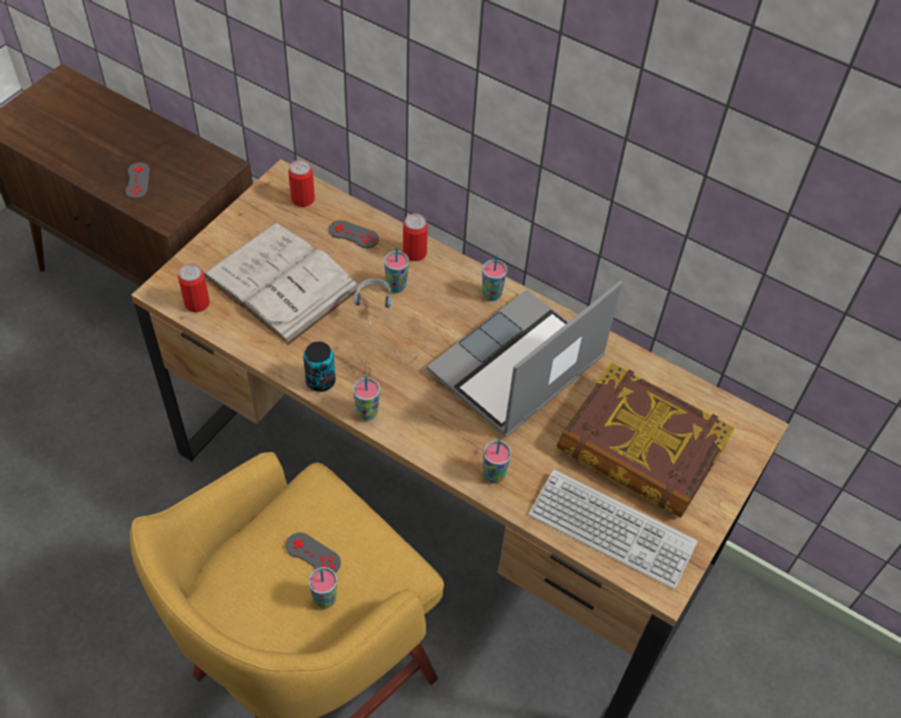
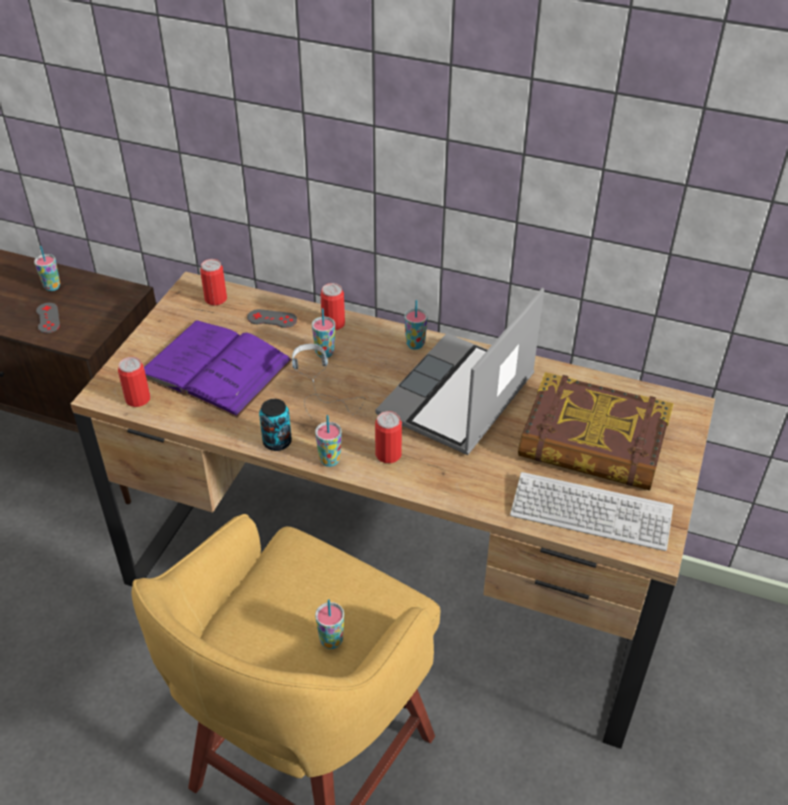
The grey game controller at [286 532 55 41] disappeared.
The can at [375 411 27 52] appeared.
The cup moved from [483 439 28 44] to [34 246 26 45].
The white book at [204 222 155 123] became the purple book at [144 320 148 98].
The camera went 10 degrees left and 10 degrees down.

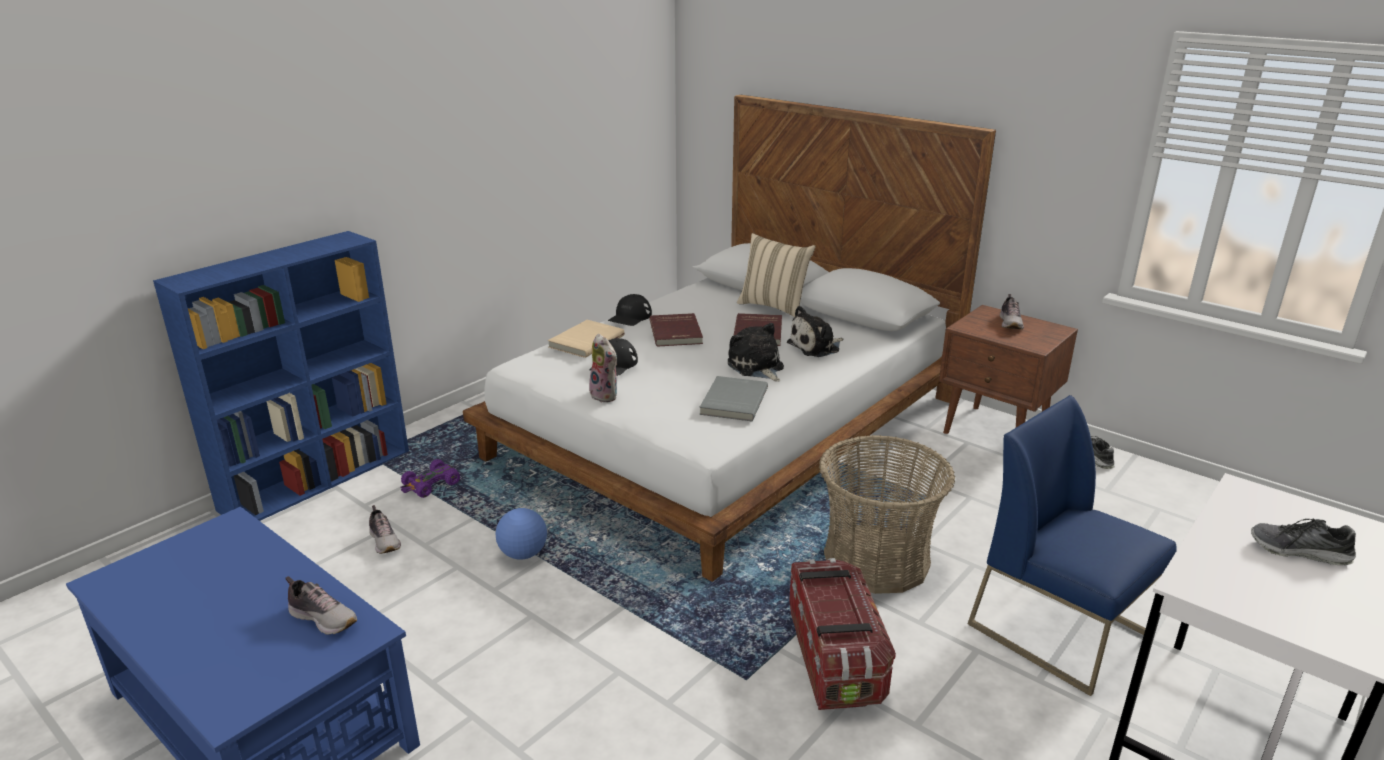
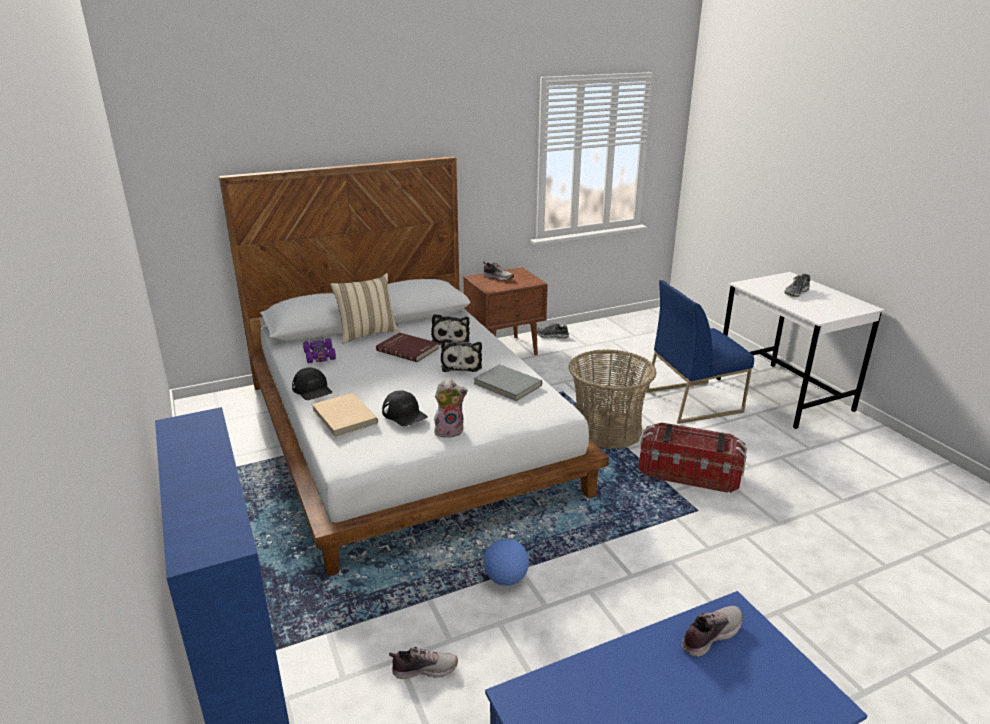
The red book at [649 313 54 34] disappeared.
The purple toy car moved from [400 459 60 39] to [303 338 33 25].
The plush toy at [728 323 56 59] turned 90 degrees counterclockwise.
The camera went 65 degrees left and 0 degrees up.

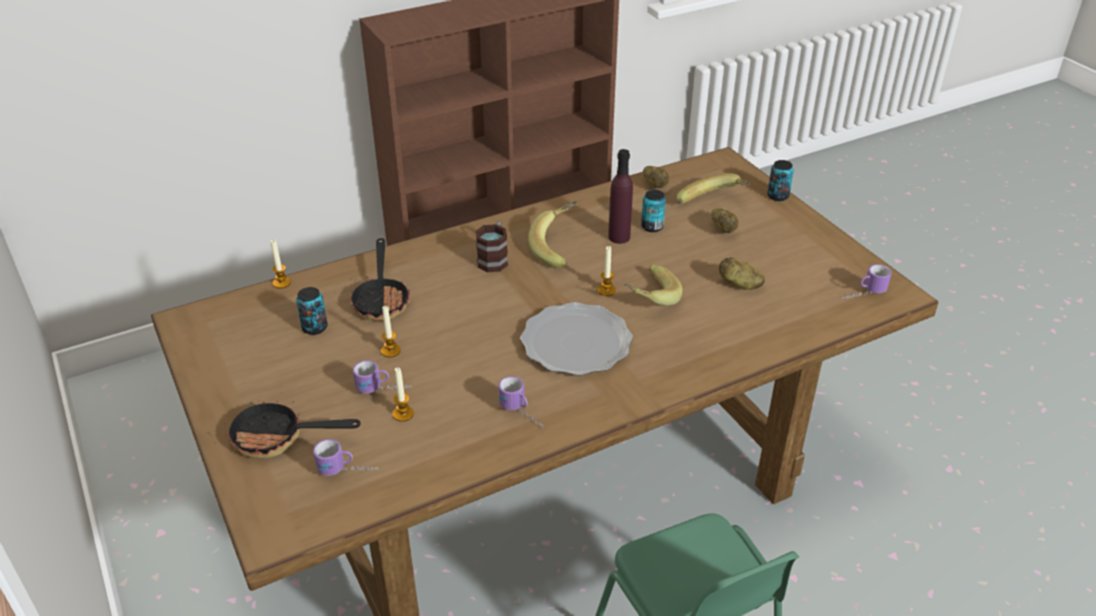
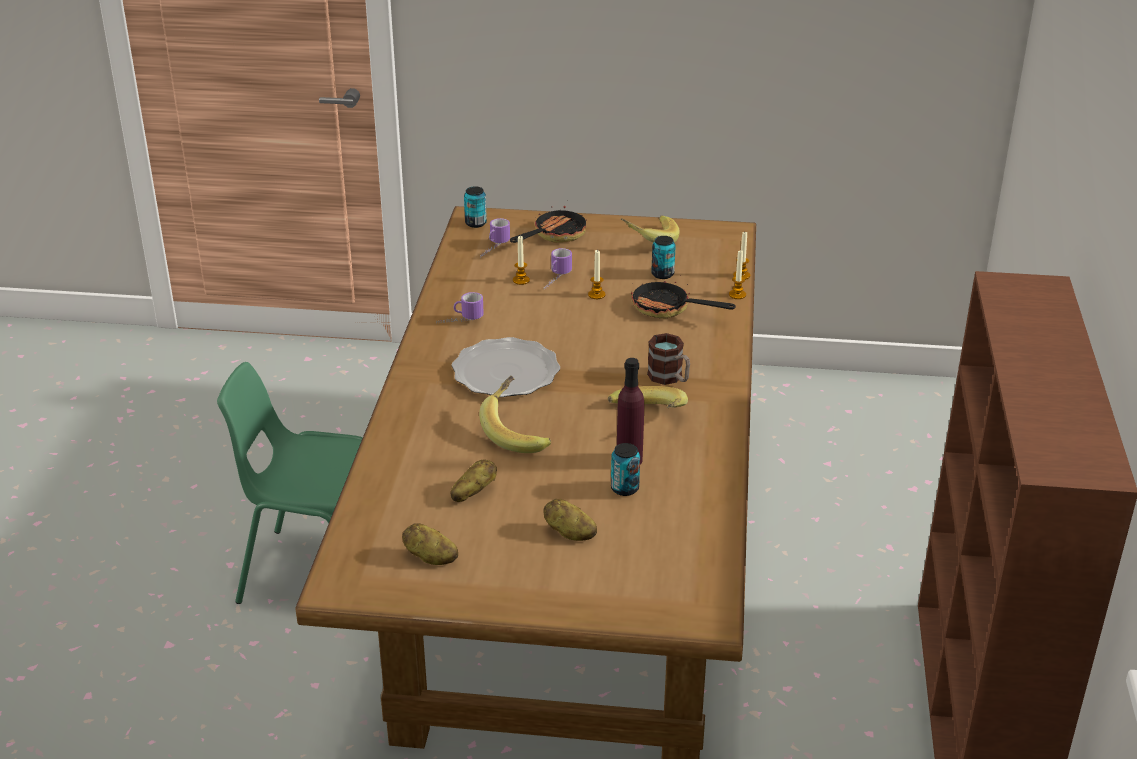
The mug at [842 264 50 35] disappeared.
The candle moved from [598 246 18 50] to [729 250 17 49].
The potato moved from [643 166 26 22] to [402 523 56 42].
The banana moved from [677 173 73 31] to [621 216 59 27].
The can moved from [767 160 27 41] to [464 186 23 42].
The camera went 125 degrees right and 5 degrees down.

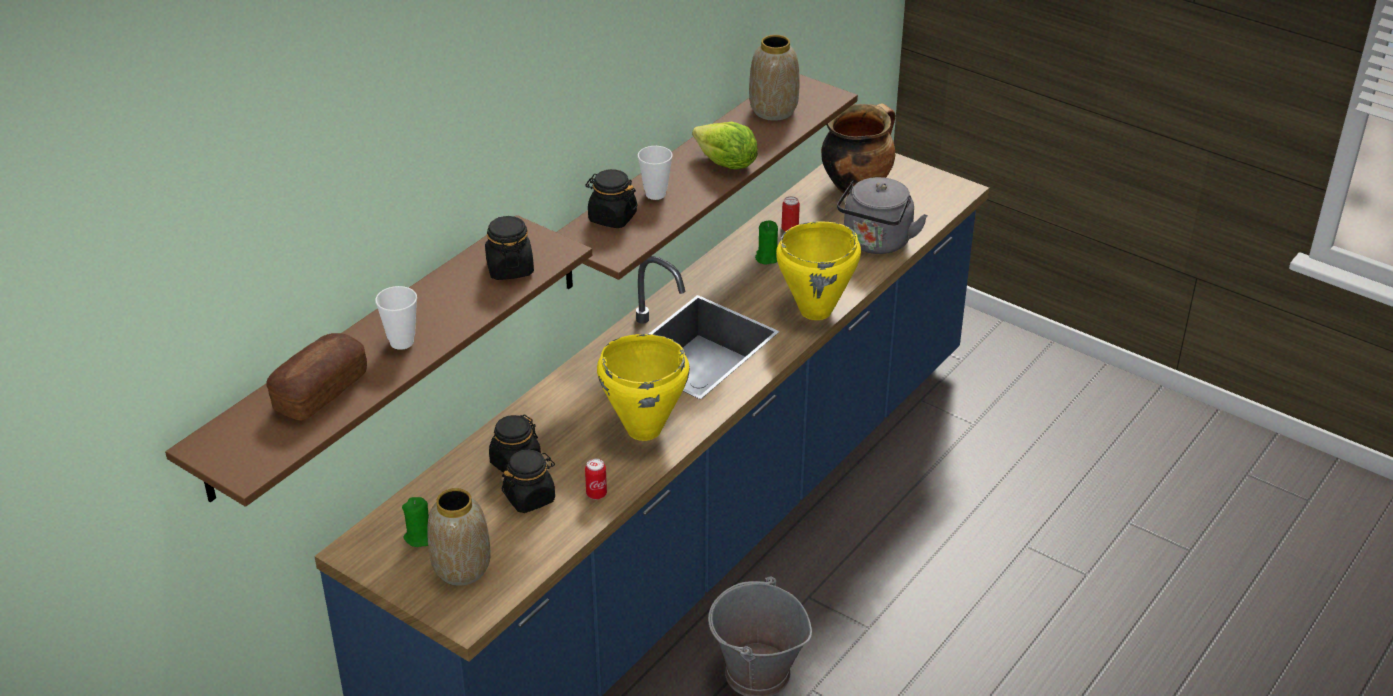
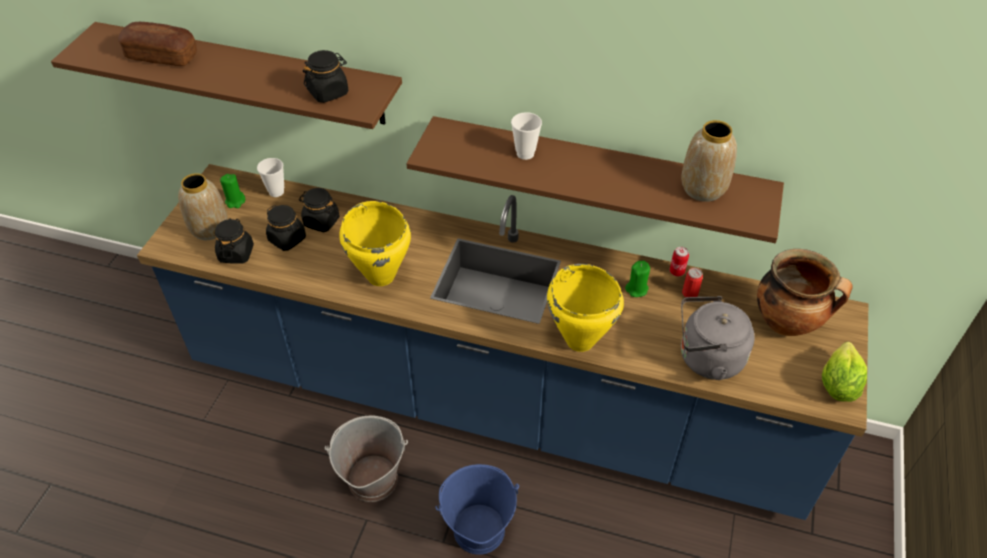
The blue bucket at [435 464 84 91] appeared.
The cup moved from [375 286 42 64] to [257 158 27 39].
The can moved from [585 458 22 41] to [670 247 19 29].
The black jar moved from [586 169 52 59] to [215 218 39 46].
The lettuce moved from [692 122 66 48] to [822 342 45 60].
The camera went 70 degrees right and 10 degrees up.

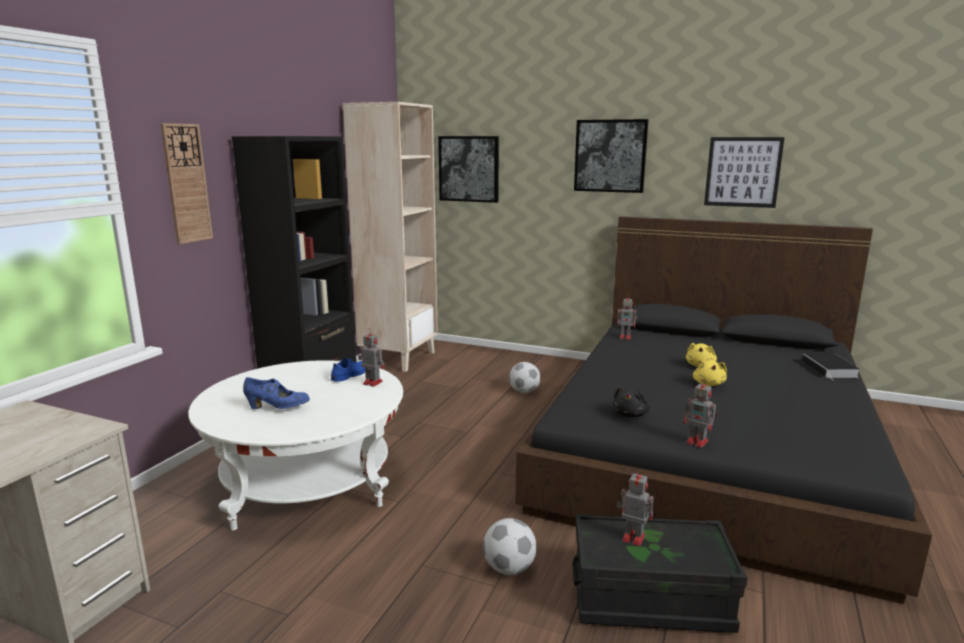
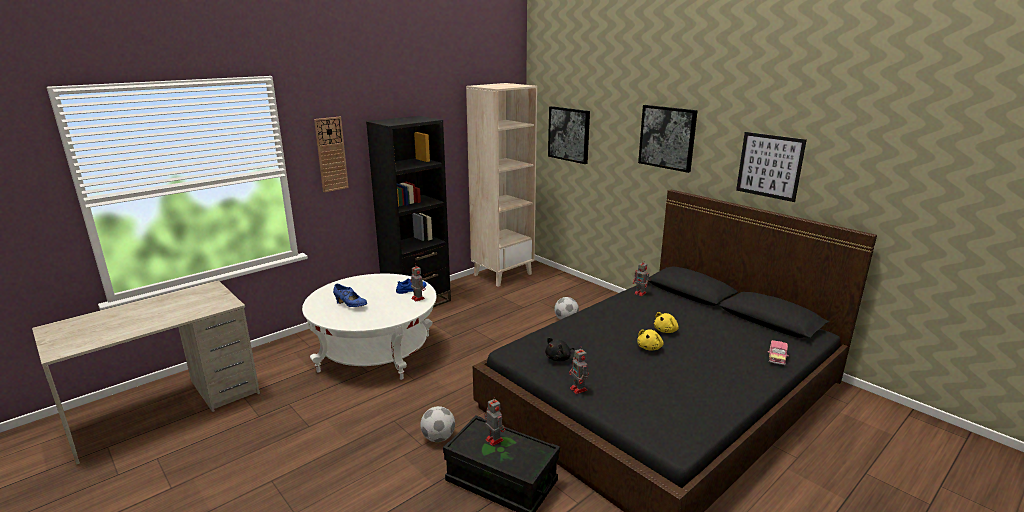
The book at [802 354 58 27] was replaced by the toy car at [768 340 21 25].
The camera went 25 degrees right and 5 degrees up.

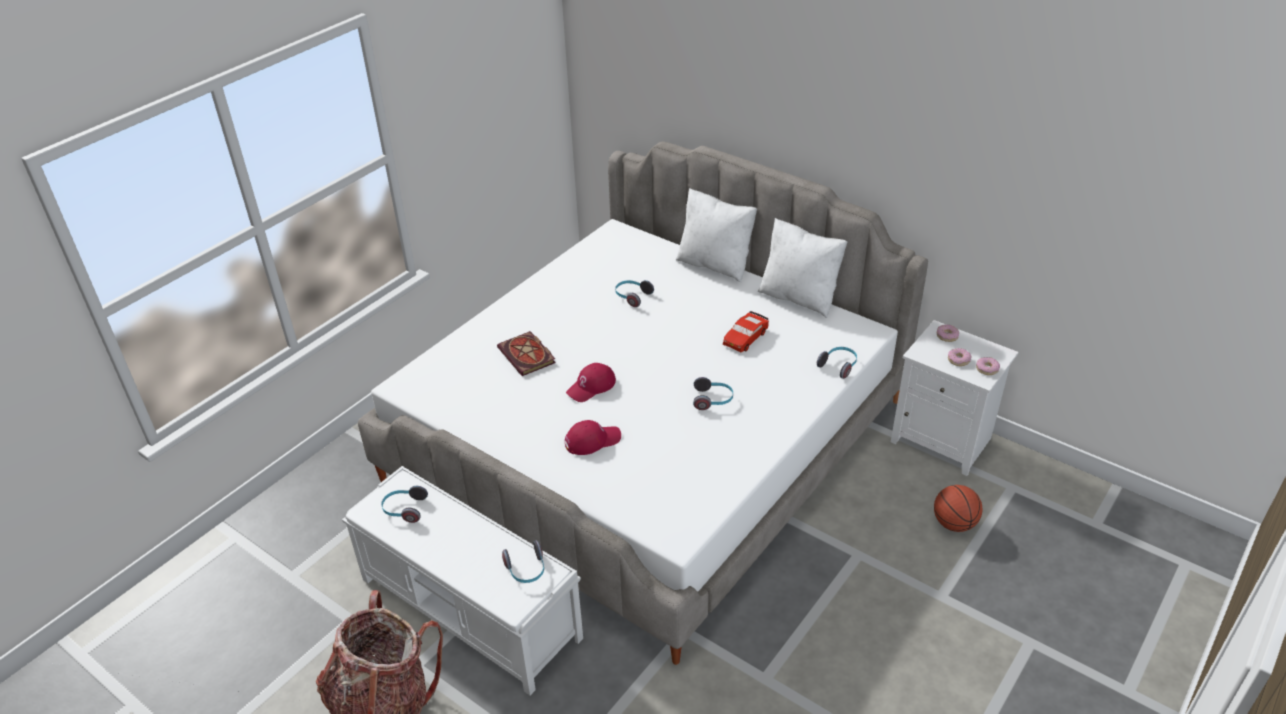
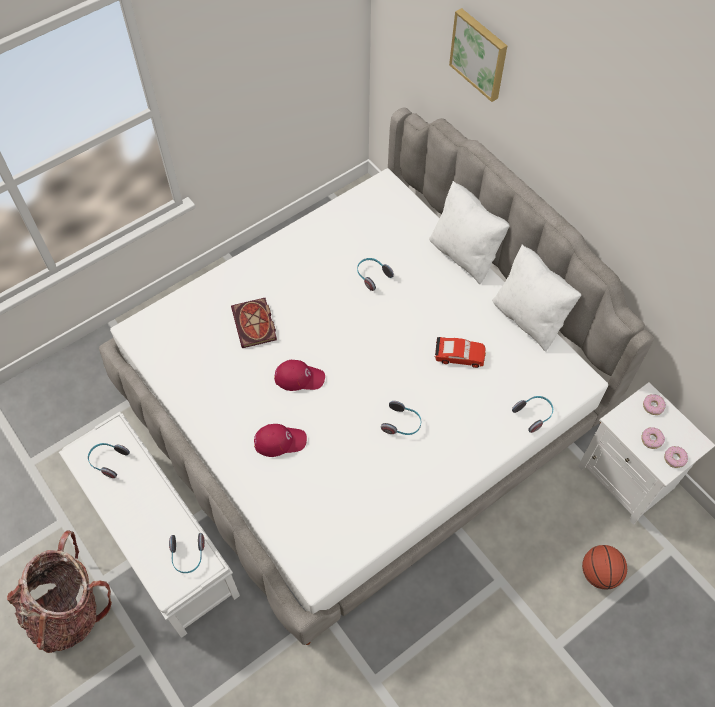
The picture at [449 8 58 94] appeared.
The red cap at [566 363 50 39] turned 150 degrees counterclockwise.
The red toy car at [723 311 46 41] turned 135 degrees counterclockwise.
The camera went 15 degrees right and 20 degrees up.

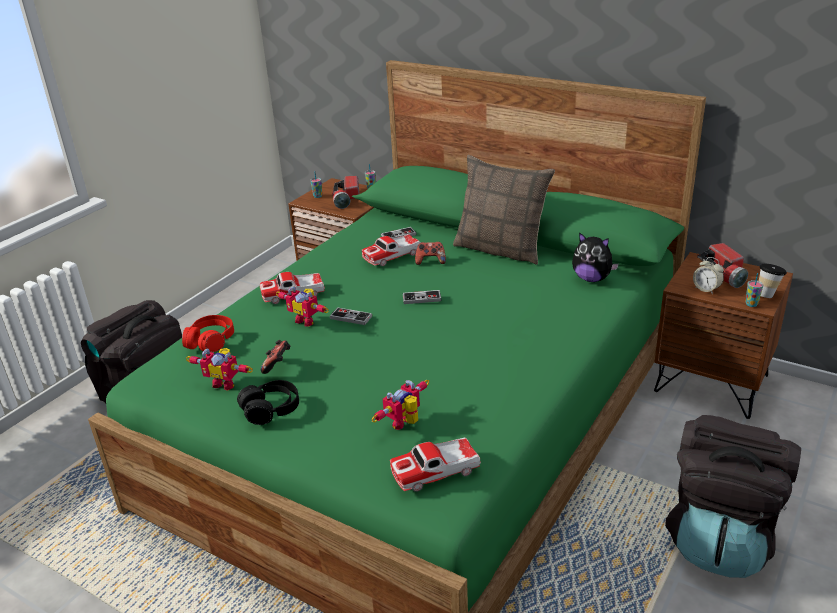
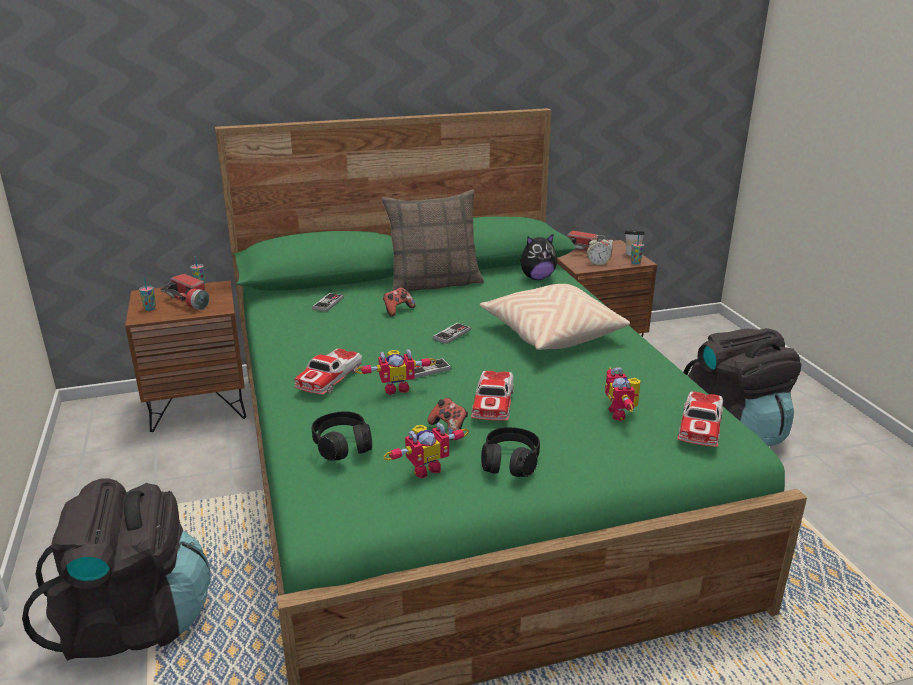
The beige pillow at [480 284 150 66] appeared.
The toy car moved from [361 234 60 32] to [471 371 43 49].
The red headphones at [182 315 52 37] became the black headphones at [312 411 60 50].
The camera went 50 degrees left and 5 degrees down.

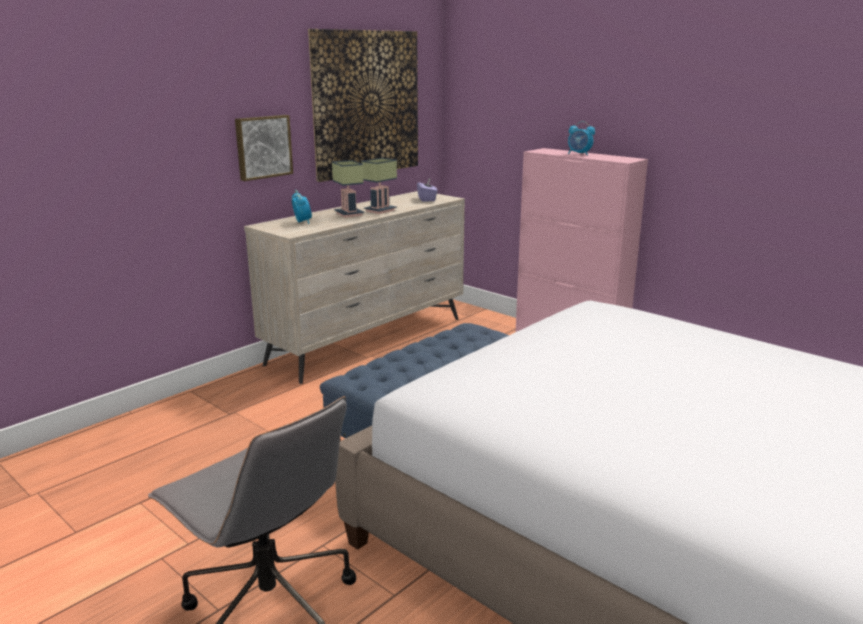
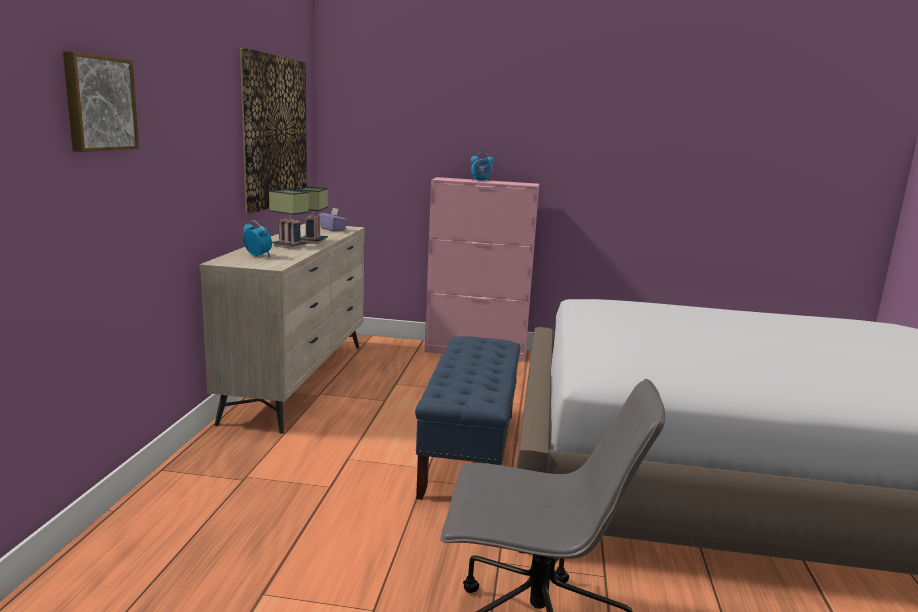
The picture moved from [235 115 58 66] to [63 51 76 101].
The camera went 35 degrees left and 5 degrees down.

